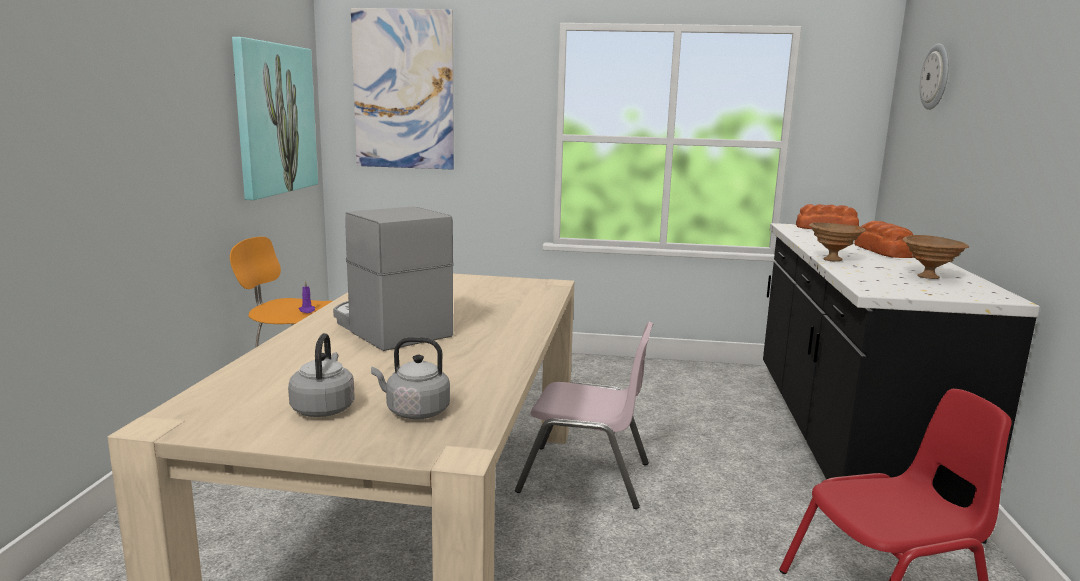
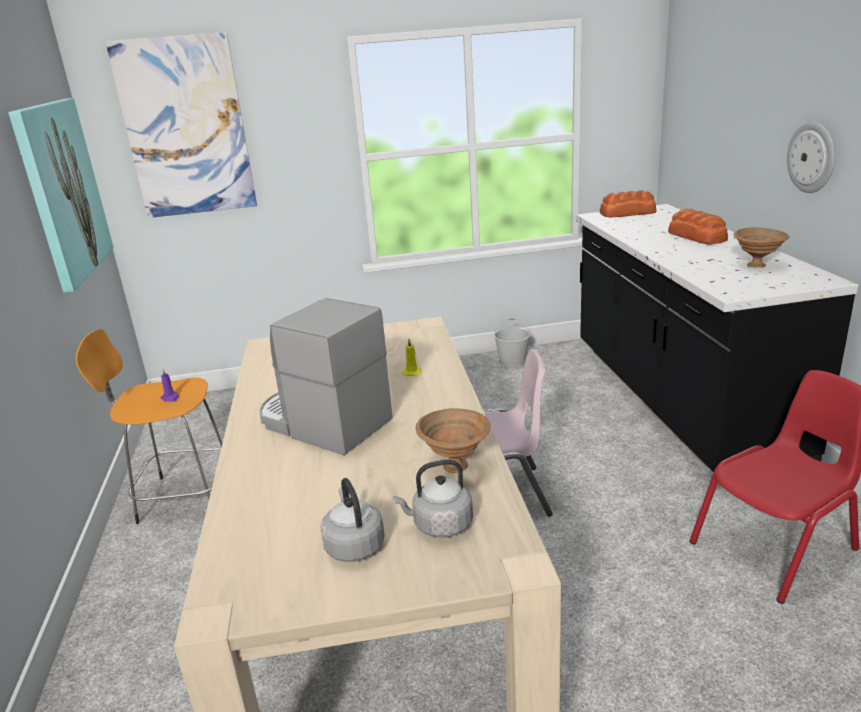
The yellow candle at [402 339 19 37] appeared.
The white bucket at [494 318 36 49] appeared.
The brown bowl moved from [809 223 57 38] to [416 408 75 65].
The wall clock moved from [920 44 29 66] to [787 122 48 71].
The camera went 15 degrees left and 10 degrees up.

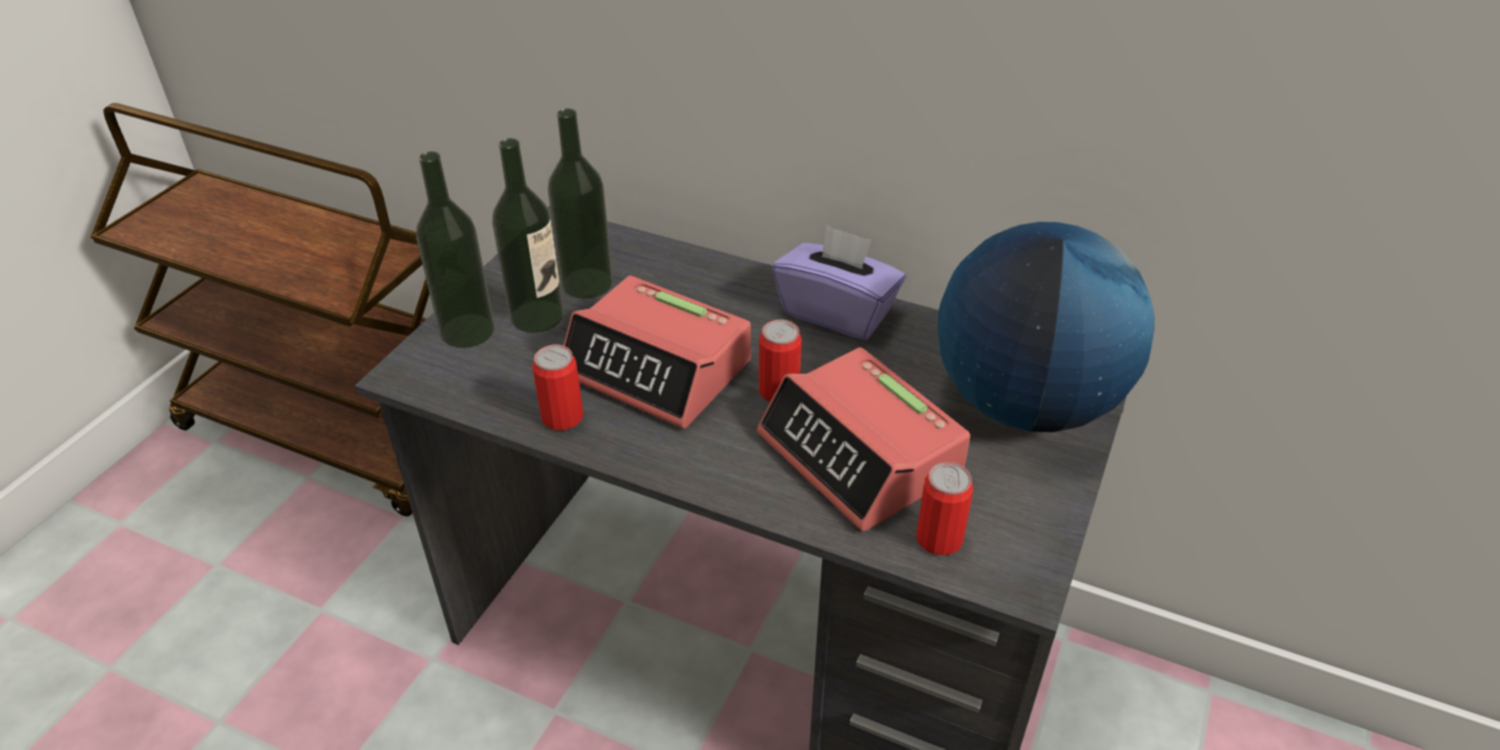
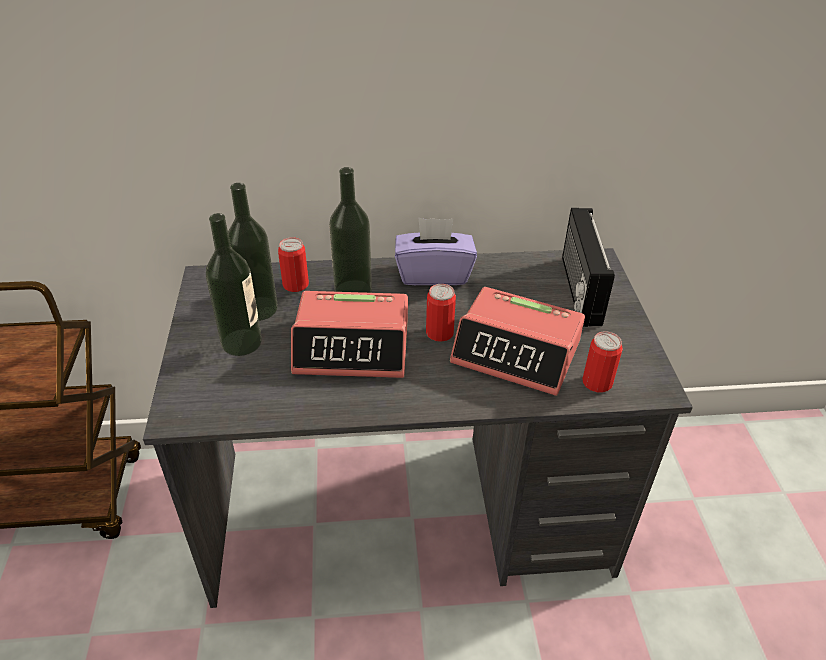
The bottle moved from [416 152 79 196] to [329 167 43 126].
The can moved from [532 344 52 86] to [278 237 31 55].
The globe at [937 222 218 210] was replaced by the radio at [562 208 53 119].
The camera went 30 degrees left and 0 degrees up.

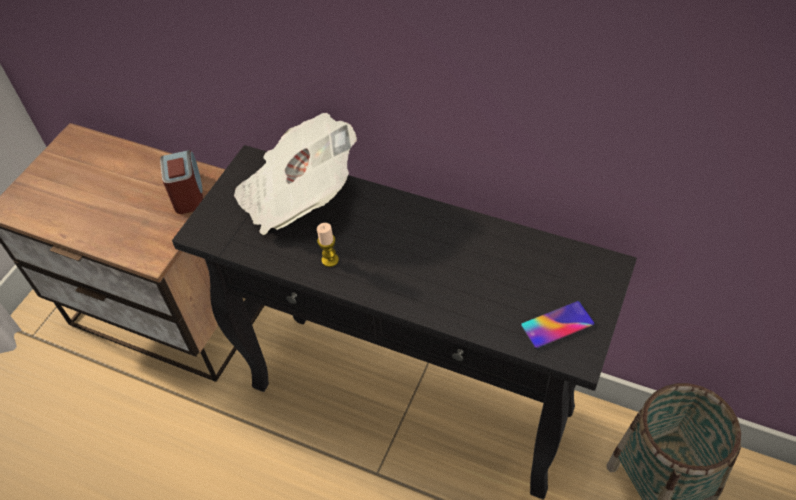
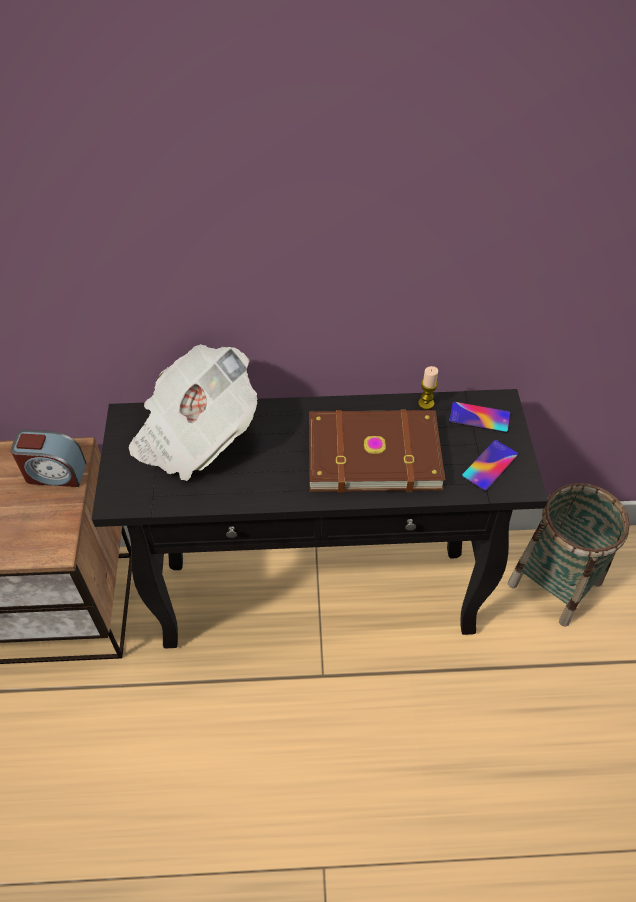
The brown book at [309 410 136 83] appeared.
The phone at [449 401 62 32] appeared.
The candle moved from [317 223 22 44] to [418 366 20 44].
The alarm clock at [160 150 43 64] turned 135 degrees clockwise.
The camera went 30 degrees left and 0 degrees up.

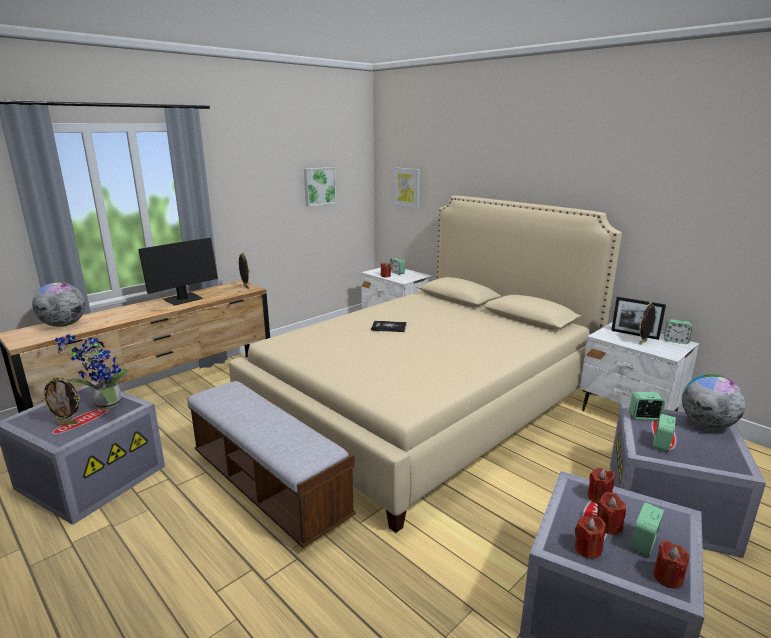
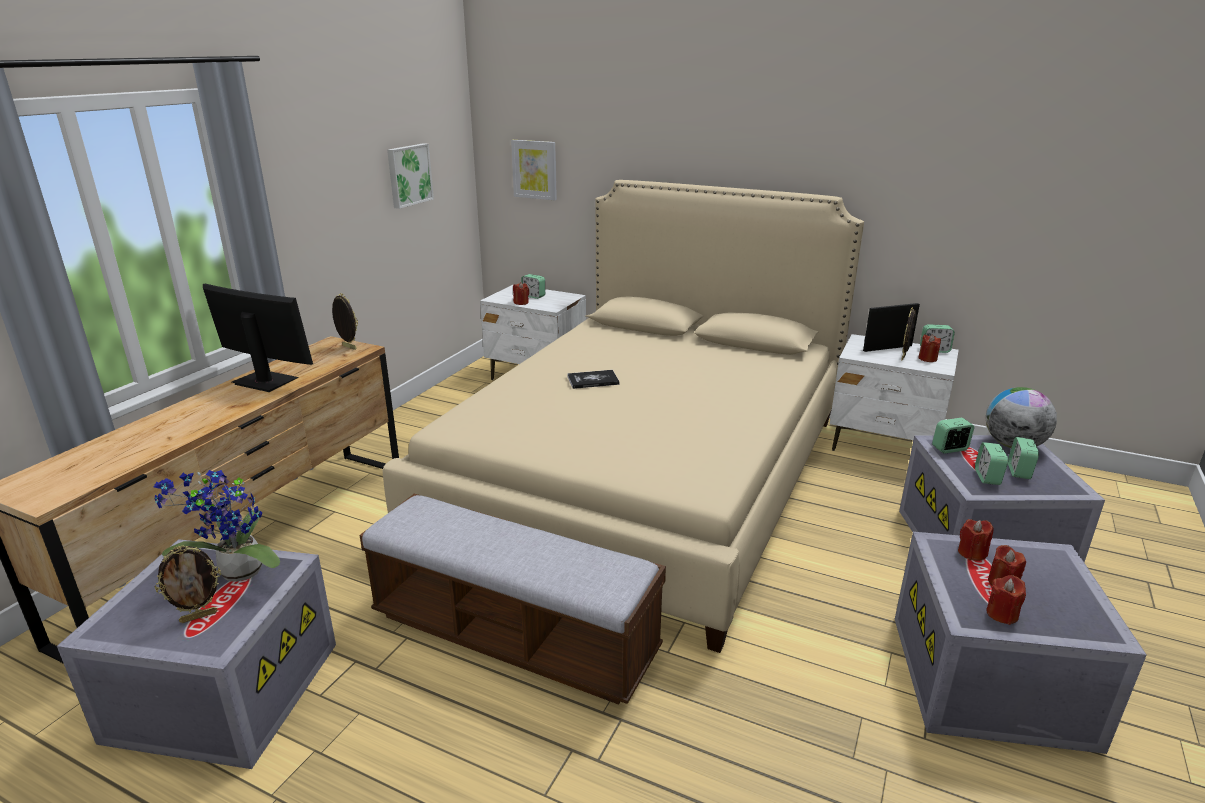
The globe at [32 282 53 45] disappeared.
The alarm clock moved from [630 502 34 54] to [1008 437 31 42].
The red candle moved from [653 540 37 49] to [918 334 23 28].
The monitor at [138 238 80 67] turned 90 degrees counterclockwise.
The picture frame at [611 297 55 43] turned 150 degrees clockwise.
The camera went 20 degrees left and 5 degrees up.

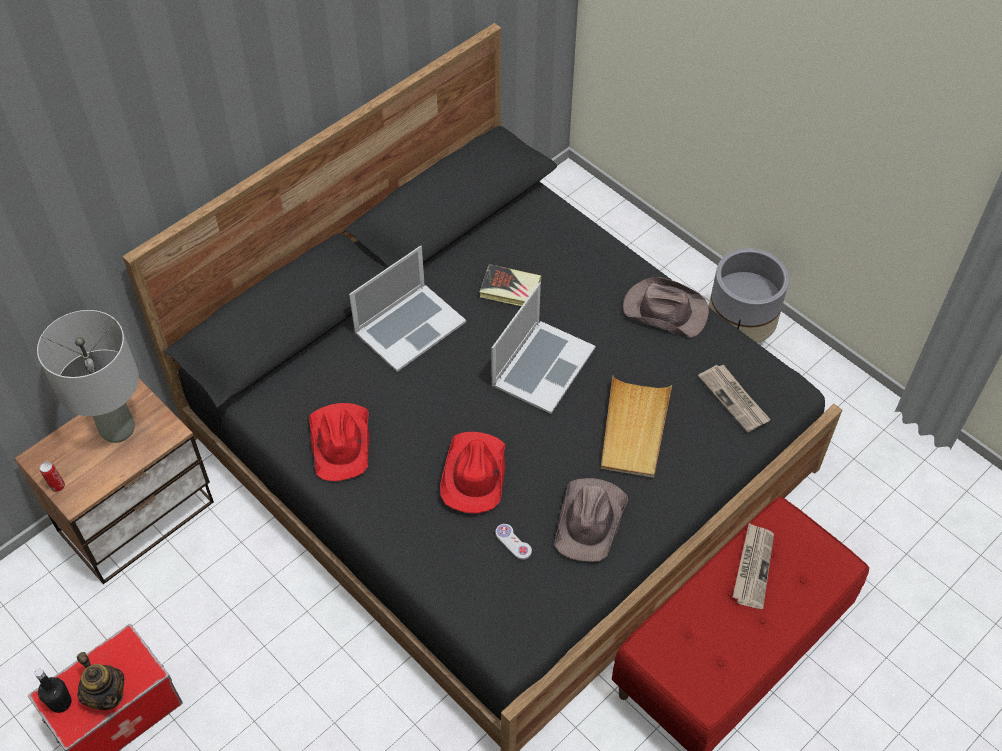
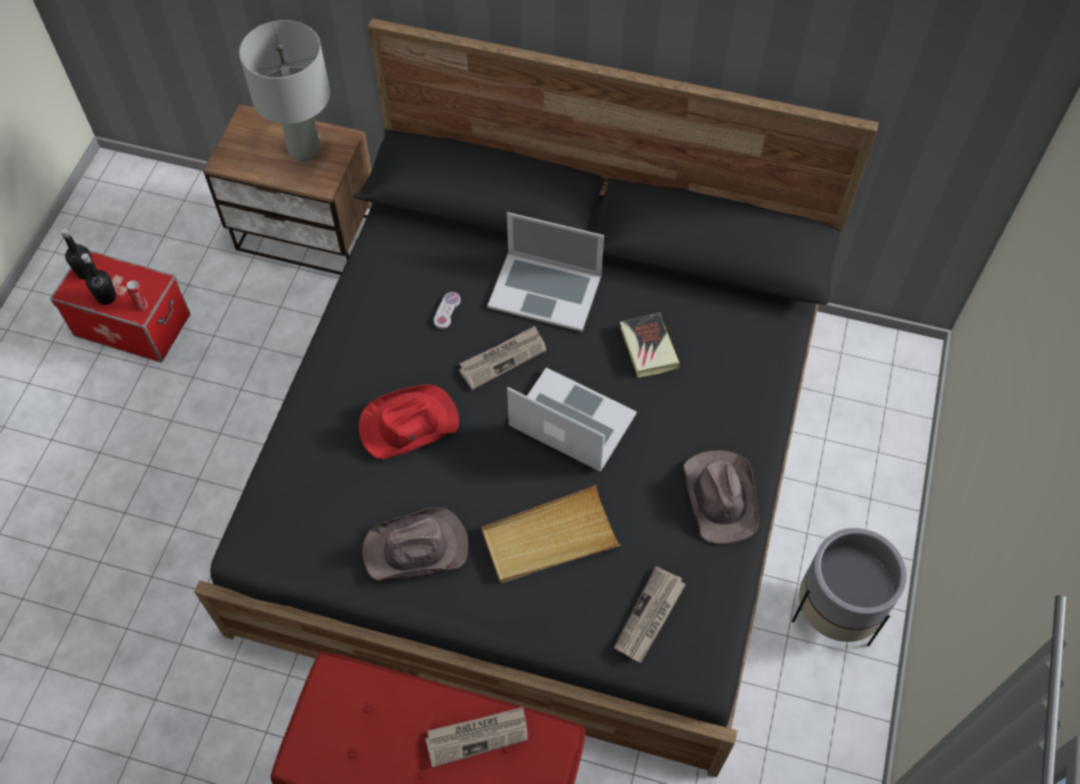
The red hat at [309 403 60 78] disappeared.
The newspaper at [459 326 87 64] appeared.
The can moved from [40 461 25 31] to [126 280 22 31].
The white game controller moved from [496 524 36 36] to [434 292 27 37].
The teapot at [77 652 48 58] was replaced by the black bottle at [81 253 35 52].
The laptop at [491 283 105 131] turned 150 degrees counterclockwise.
The camera went 60 degrees right and 5 degrees up.

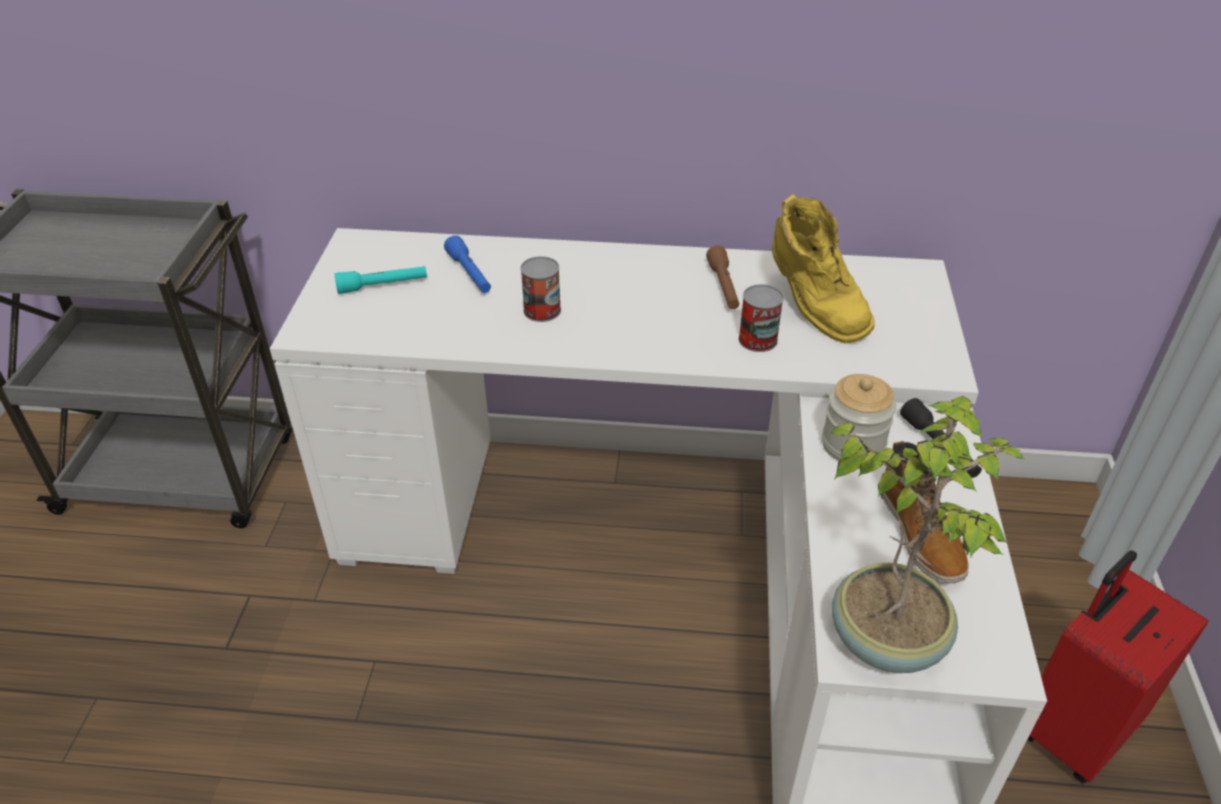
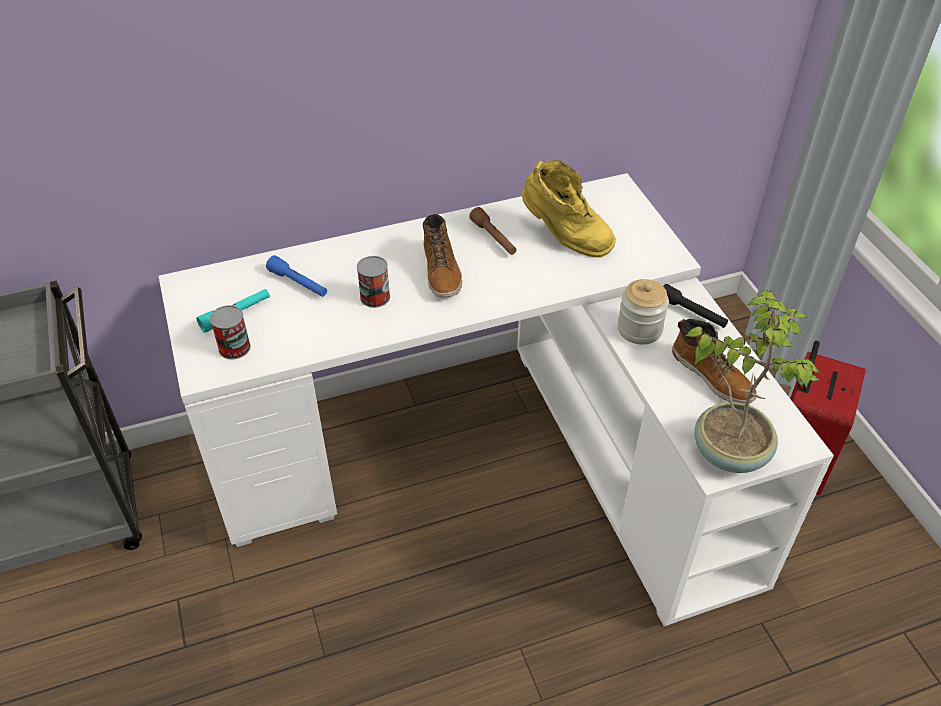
The boot at [423 214 39 83] appeared.
The can moved from [739 284 45 68] to [210 305 41 54].
The camera went 25 degrees left and 5 degrees up.

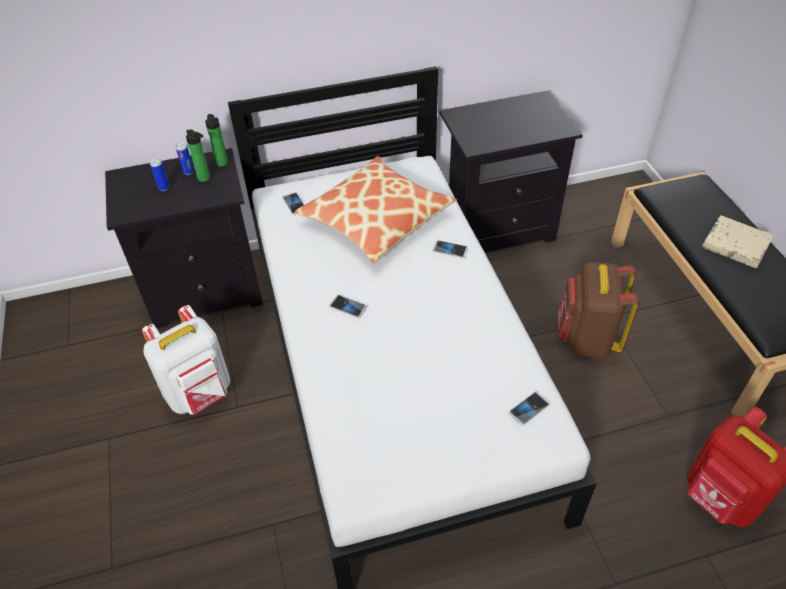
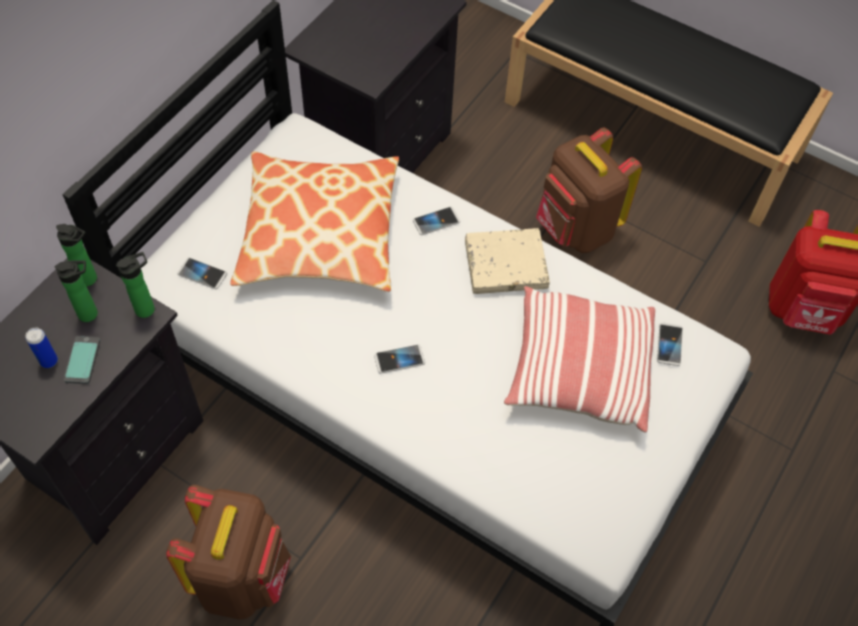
The can at [176 142 18 33] disappeared.
The phone at [64 336 36 48] appeared.
The bottle at [116 252 39 66] appeared.
The pillow at [504 286 151 147] appeared.
The beige book moved from [702 215 72 53] to [465 228 85 66].
The white backpack at [142 305 88 110] became the brown backpack at [166 485 125 135].
The camera went 45 degrees left and 10 degrees up.

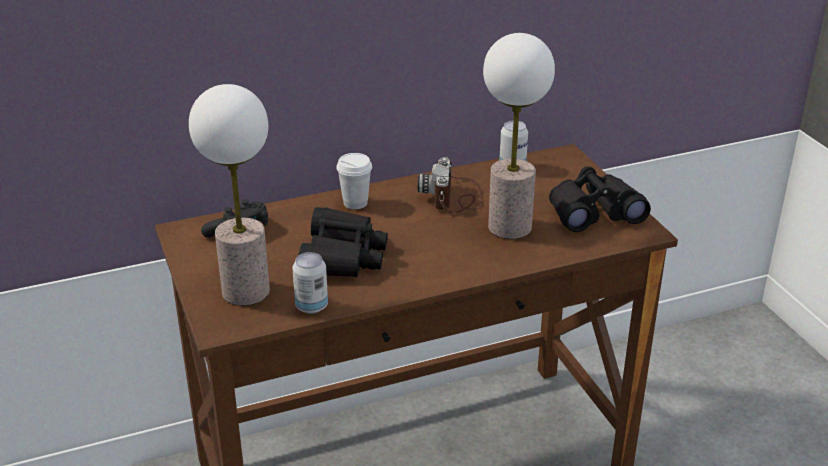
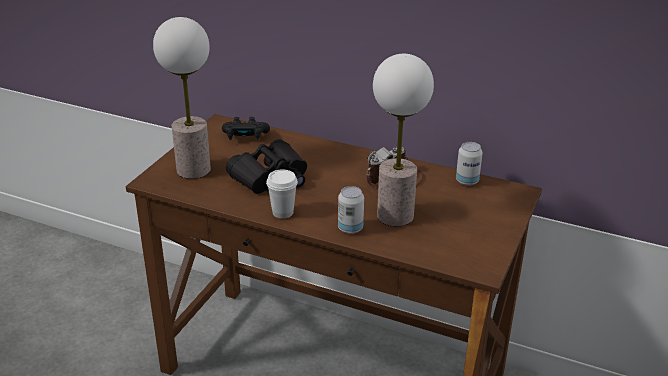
The black binoculars at [549 167 102 65] disappeared.
The can moved from [292 252 36 62] to [338 186 26 48].
The white cup moved from [336 153 36 56] to [266 169 32 50].
The camera went 45 degrees right and 0 degrees up.

